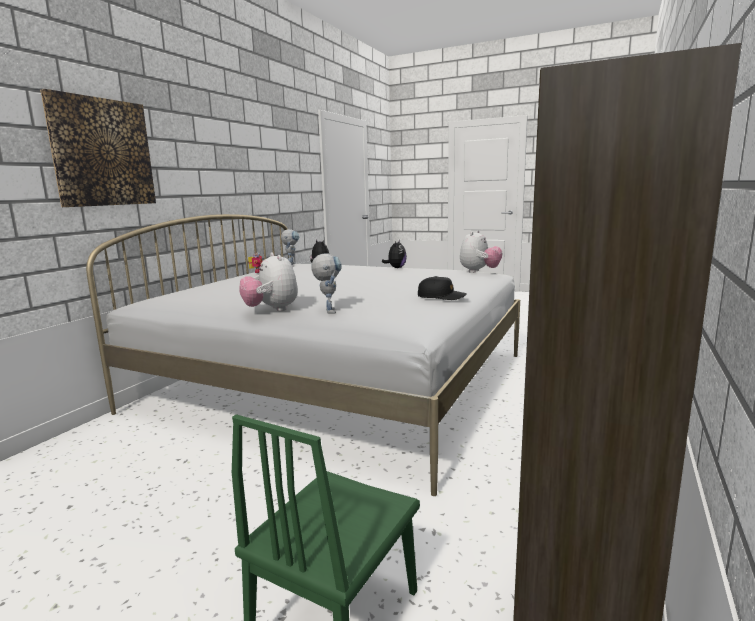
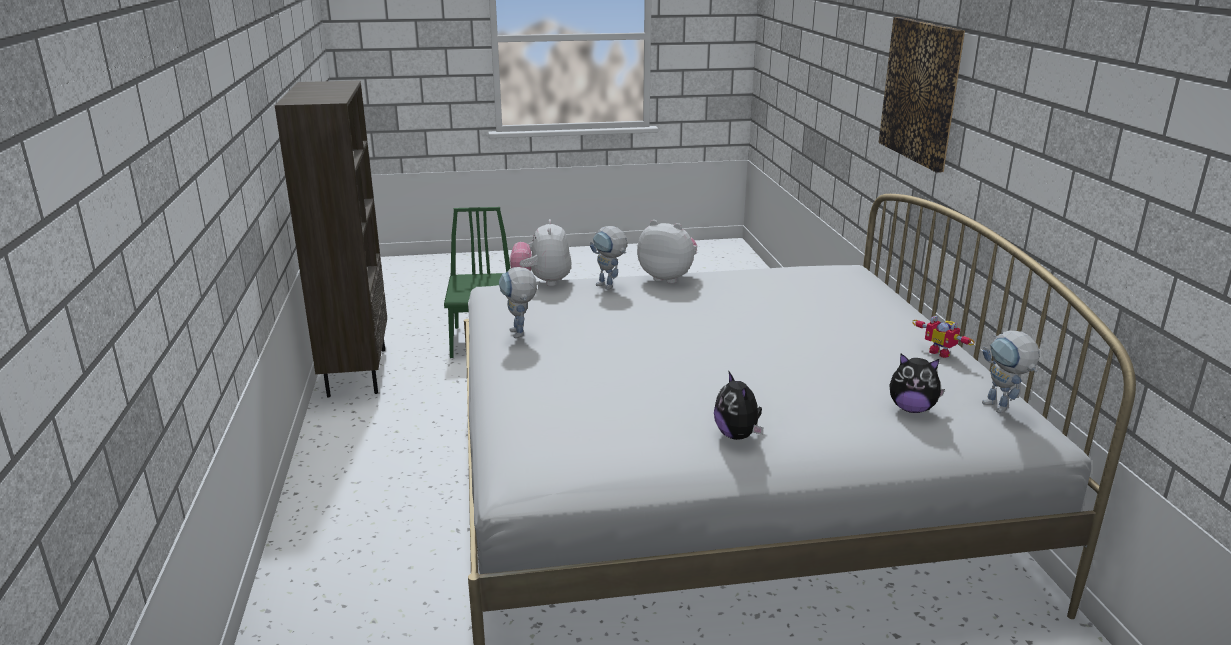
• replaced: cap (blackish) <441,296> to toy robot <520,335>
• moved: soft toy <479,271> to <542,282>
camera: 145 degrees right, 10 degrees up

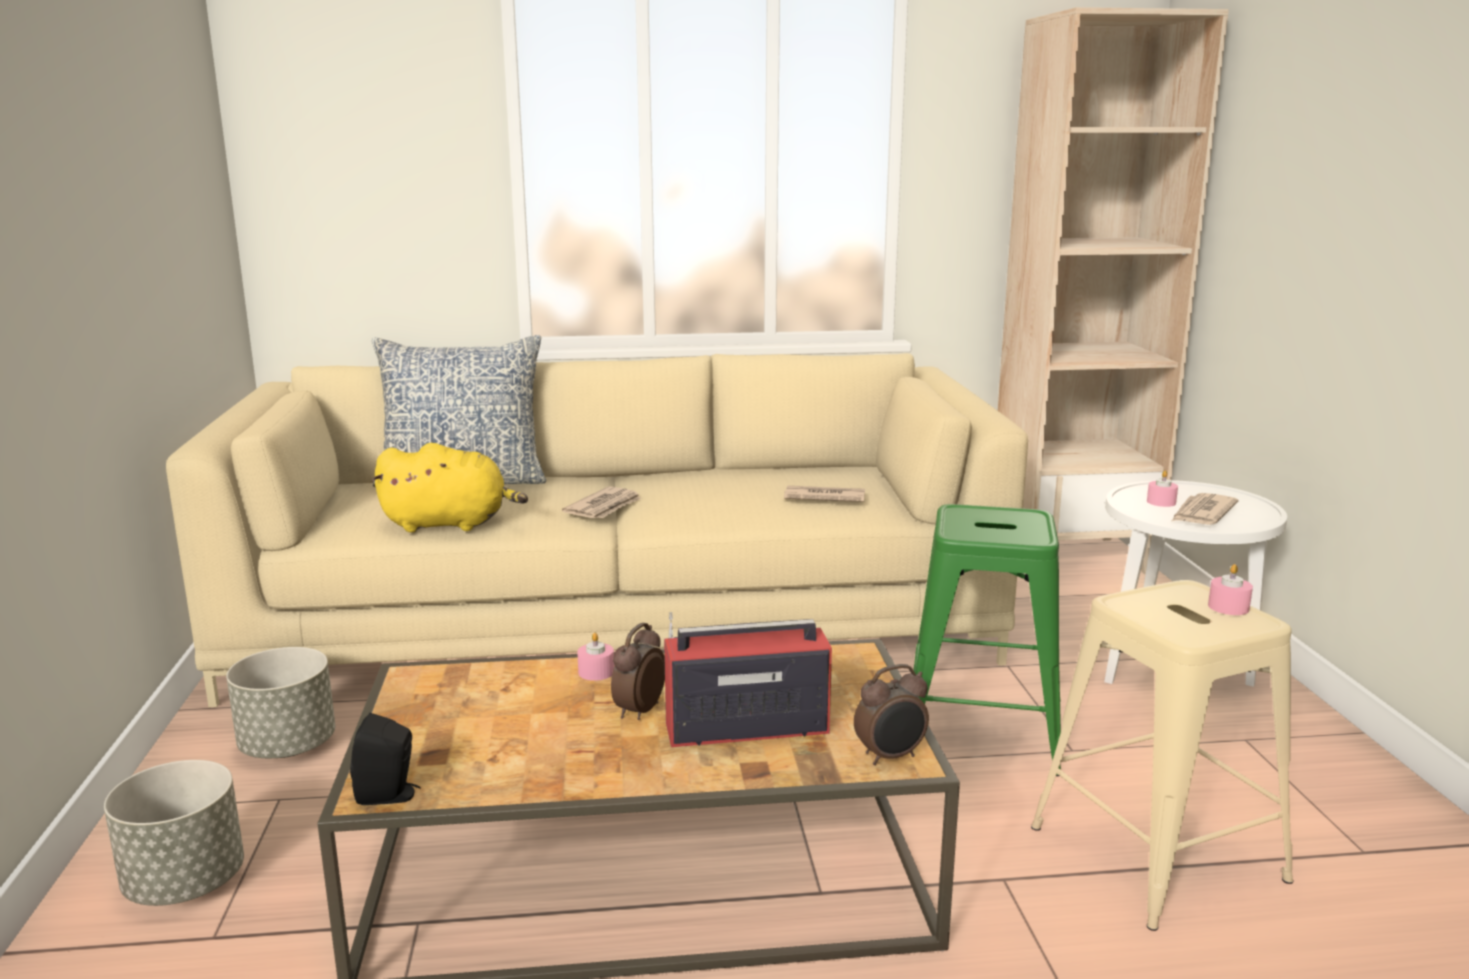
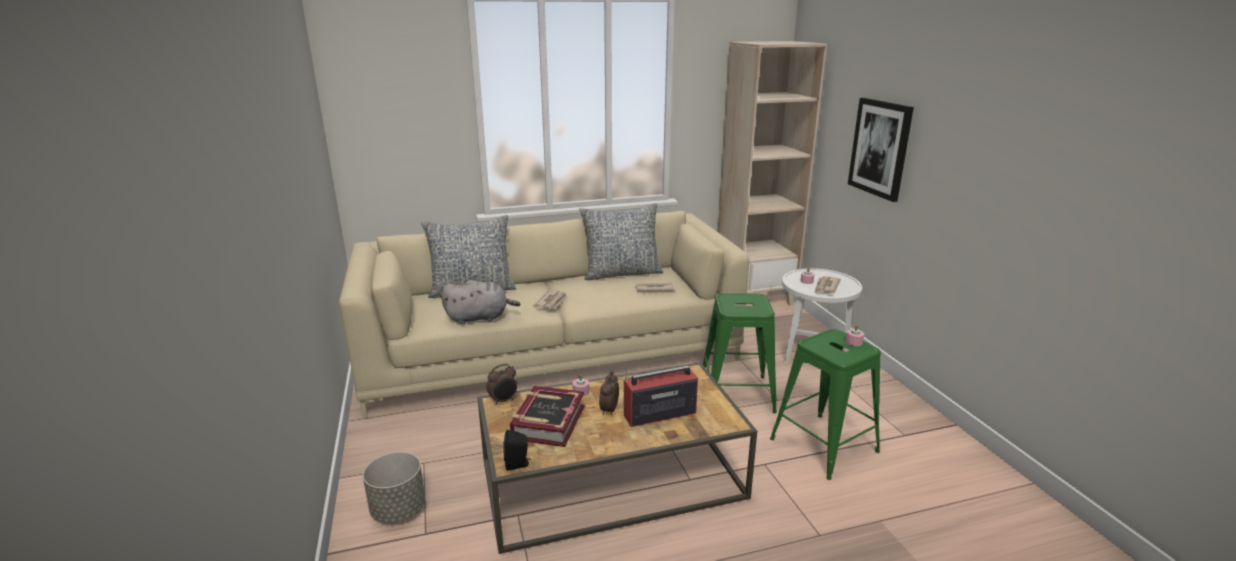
• removed: flower pot (greyish) <288,746>
• recoloured: soft toy (yellow) <450,524> to soft toy (greyish) <480,318>
• moved: bedside clock <891,757> to <503,400>
• recoloured: stool (beige-coloured) <1155,853> to stool (greenish) <823,445>
• added: book <548,422>
• added: pillow <621,273>
• added: picture <880,148>
camera: 10 degrees left, 5 degrees up

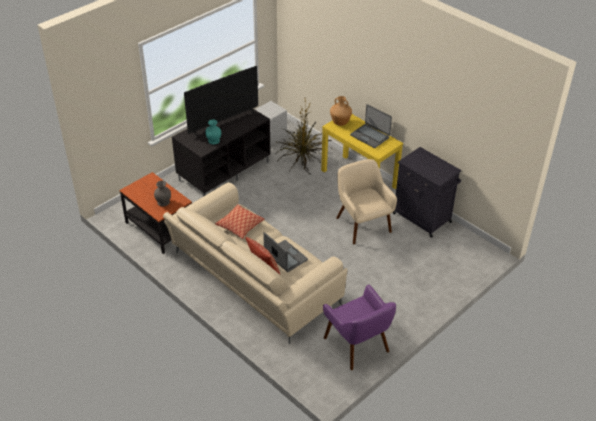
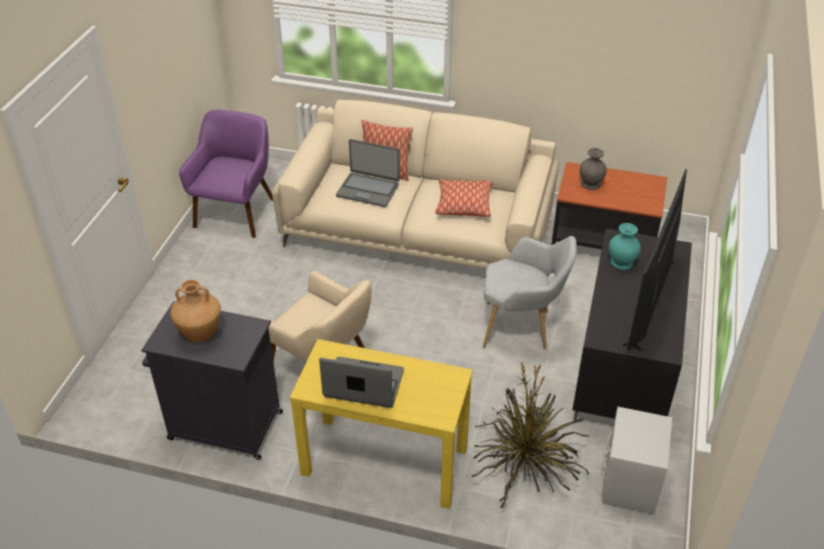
• turned: armchair (purple) <357,345> = <236,212> 75 degrees clockwise
• moved: flower vase (brown-coloured) <340,123> to <200,334>
• added: armchair (greyish) <521,328>
camera: 150 degrees right, 0 degrees up

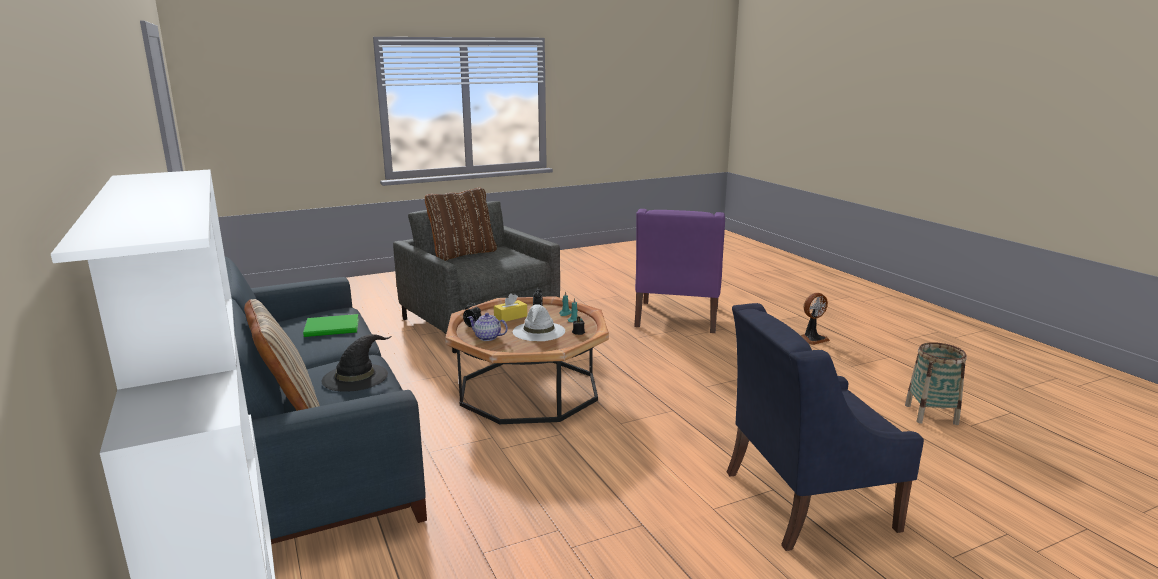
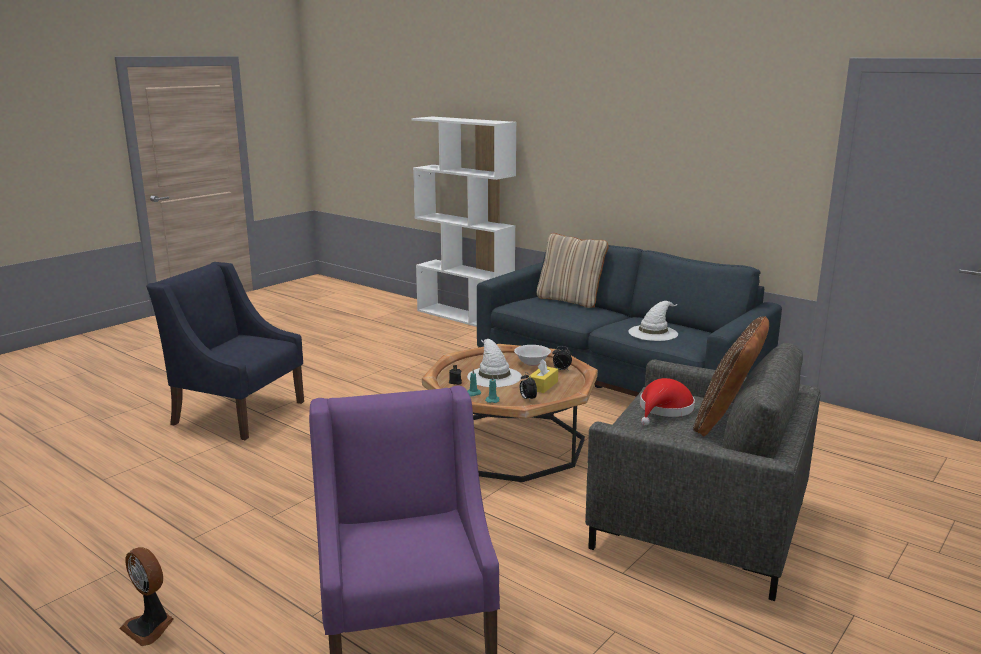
• replaced: book (greenish) <333,328> to clothing hat (white) <653,332>
• removed: clothing hat (blackish) <356,377>
• replaced: teapot <487,337> to serving bowl (white) <532,363>
• turned: armchair (blue) <806,500> = <238,412> 120 degrees counterclockwise
• turned: cooling fan <812,339> = <150,626> 90 degrees counterclockwise
• removed: storage basket <931,414>
• added: clothing hat (reddish) <664,409>
camera: 155 degrees right, 0 degrees up

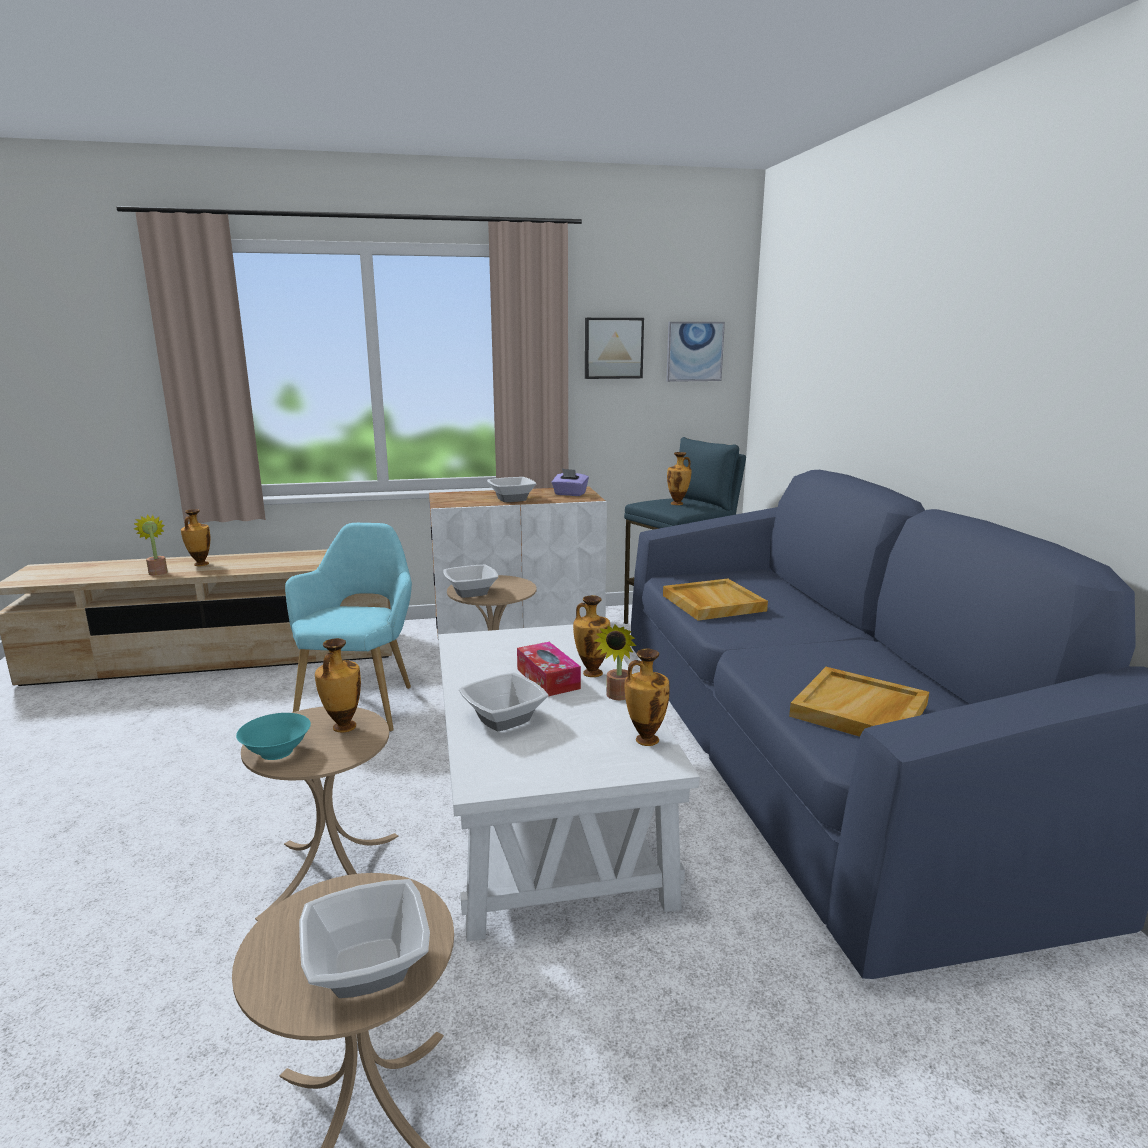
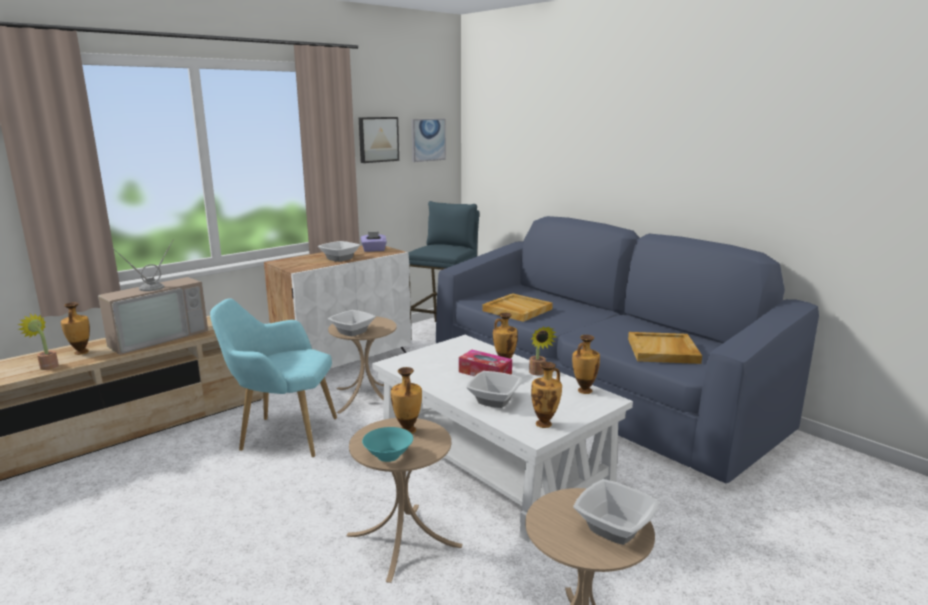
• turned: armchair (turquoise) <362,702> = <282,435> 60 degrees counterclockwise
• moved: flower vase <678,504> to <545,424>
• added: television <157,337>
camera: 30 degrees left, 0 degrees up

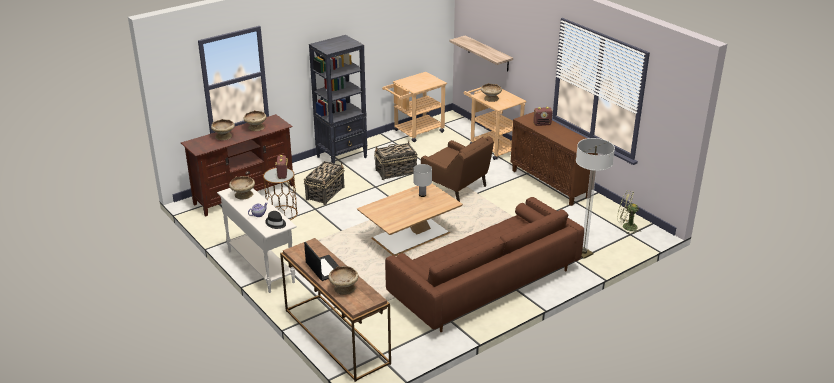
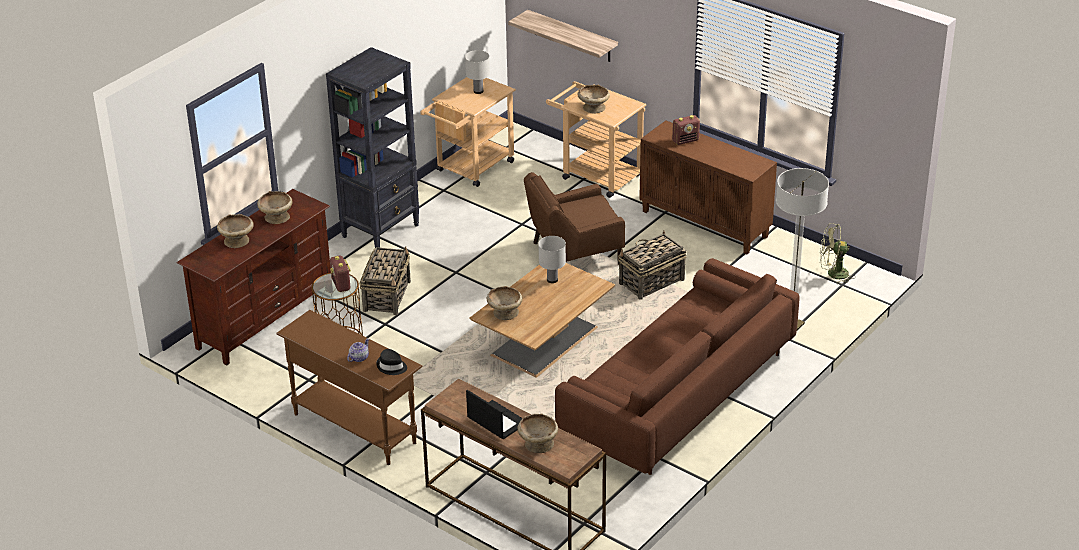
• recoloured: console table (white) <261,266> to console table (brown-coloured) <354,428>
• moved: serving bowl (beige-coloured) <243,195> to <504,313>
• moved: storage basket <395,172> to <651,282>
• turned: armchair (brown-coloured) <456,188> = <574,254> 135 degrees clockwise
• added: tabletop lamp (white) <478,91>
camera: 15 degrees left, 5 degrees up

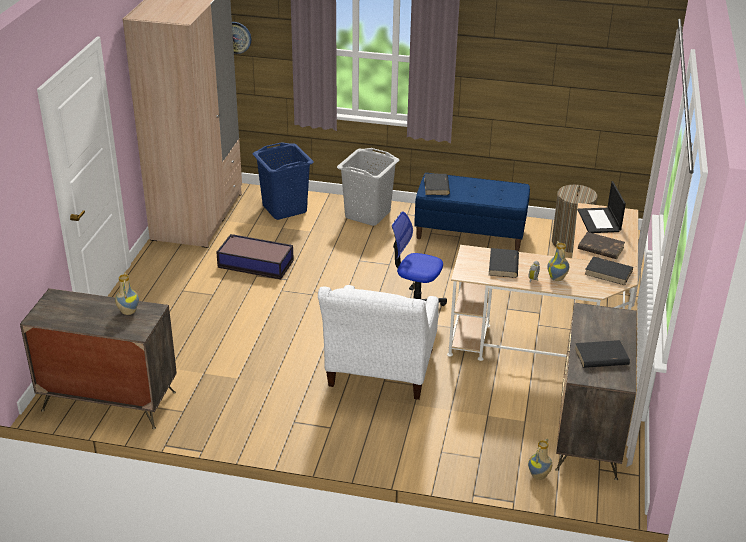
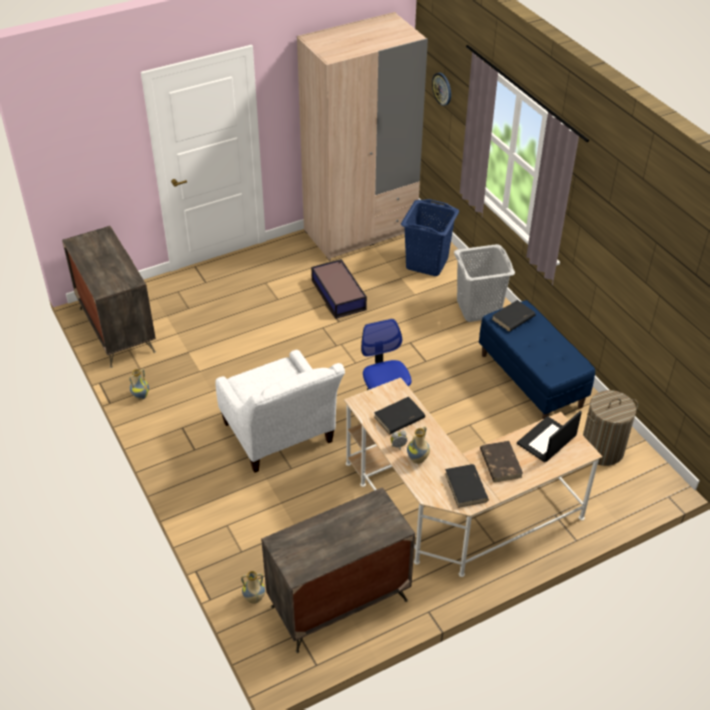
• moved: flower vase <128,311> to <140,396>
• turned: armchair (white) <379,374> = <281,438> 90 degrees counterclockwise
• removed: book (blackish) <600,357>
camera: 50 degrees right, 10 degrees up

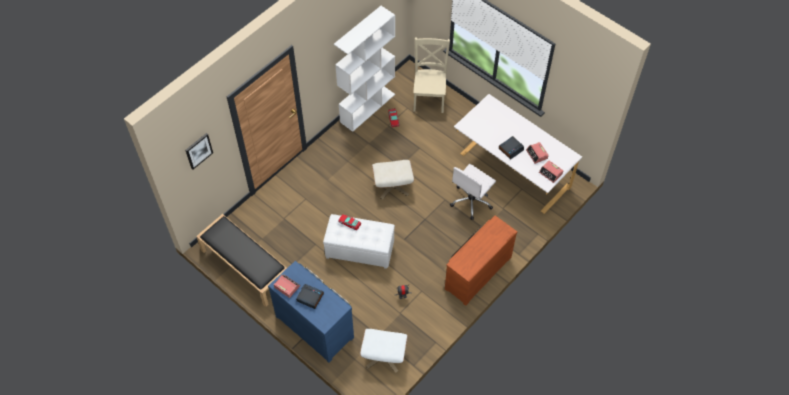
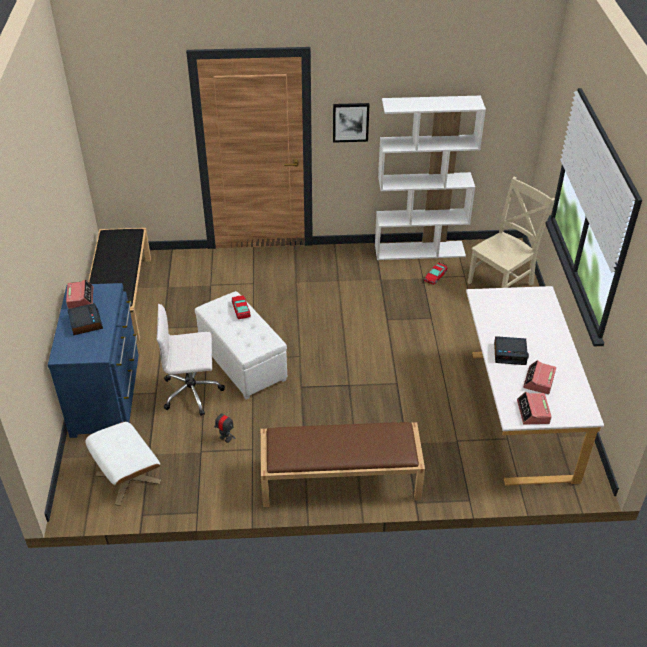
• moved: picture <198,150> to <350,122>
• removed: ottoman (beige-coloured) <392,186>
• replaced: dresser (brown-coloured) <476,272> to indoor bench (brown-coloured) <339,480>
• moved: desk chair (white) <471,201> to <193,392>
camera: 45 degrees right, 15 degrees down

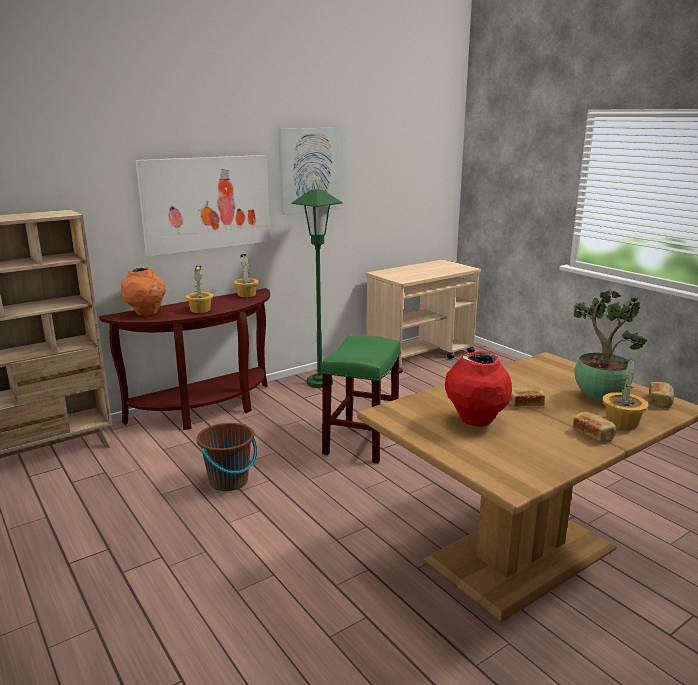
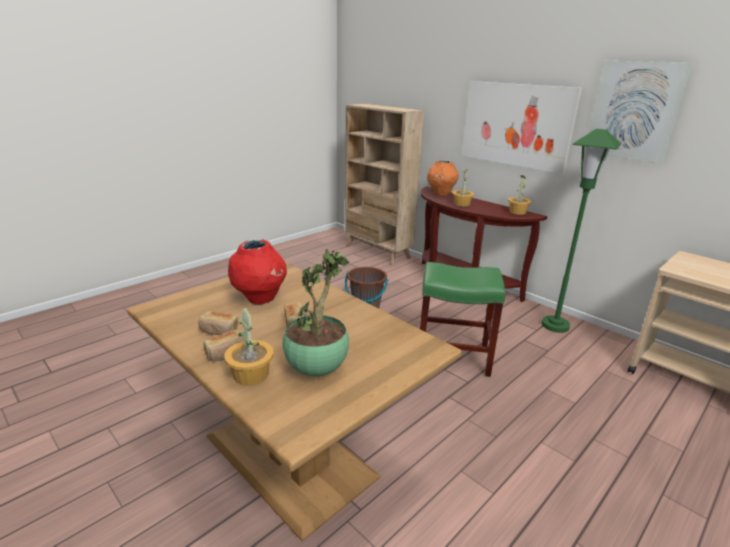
• moved: baked bread <660,402> to <219,330>
camera: 80 degrees right, 5 degrees up

